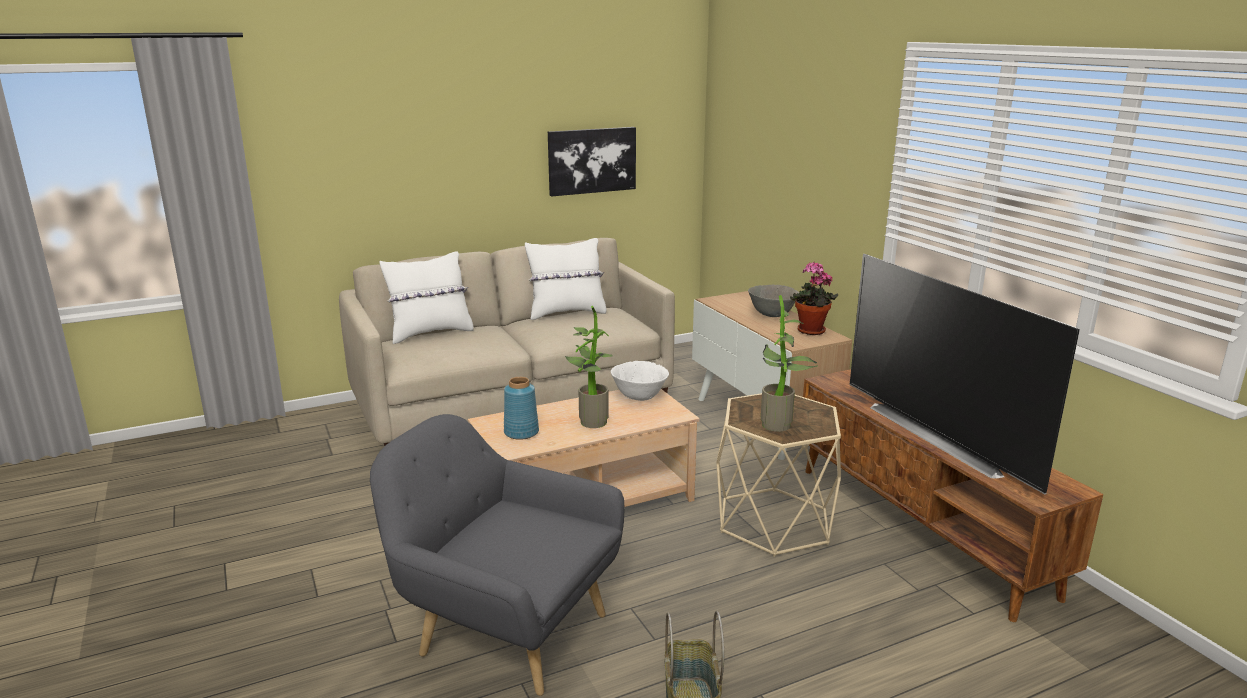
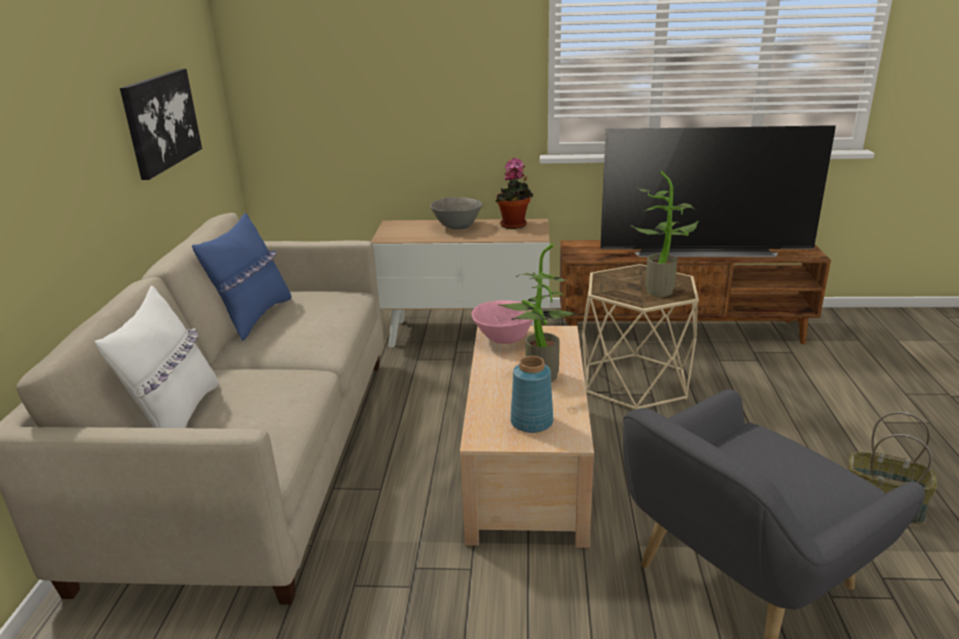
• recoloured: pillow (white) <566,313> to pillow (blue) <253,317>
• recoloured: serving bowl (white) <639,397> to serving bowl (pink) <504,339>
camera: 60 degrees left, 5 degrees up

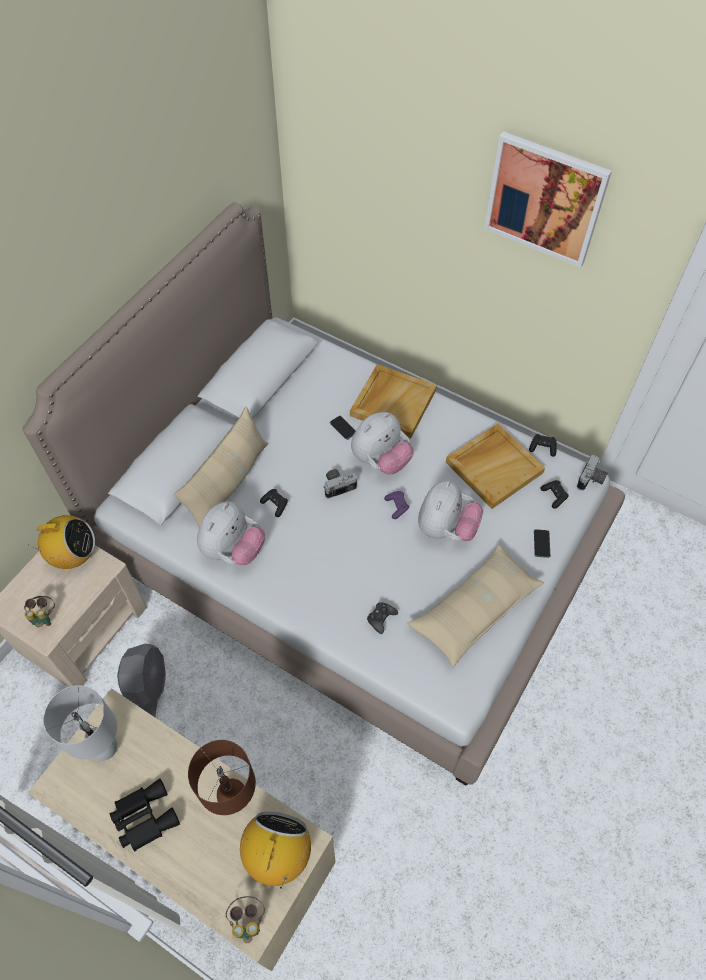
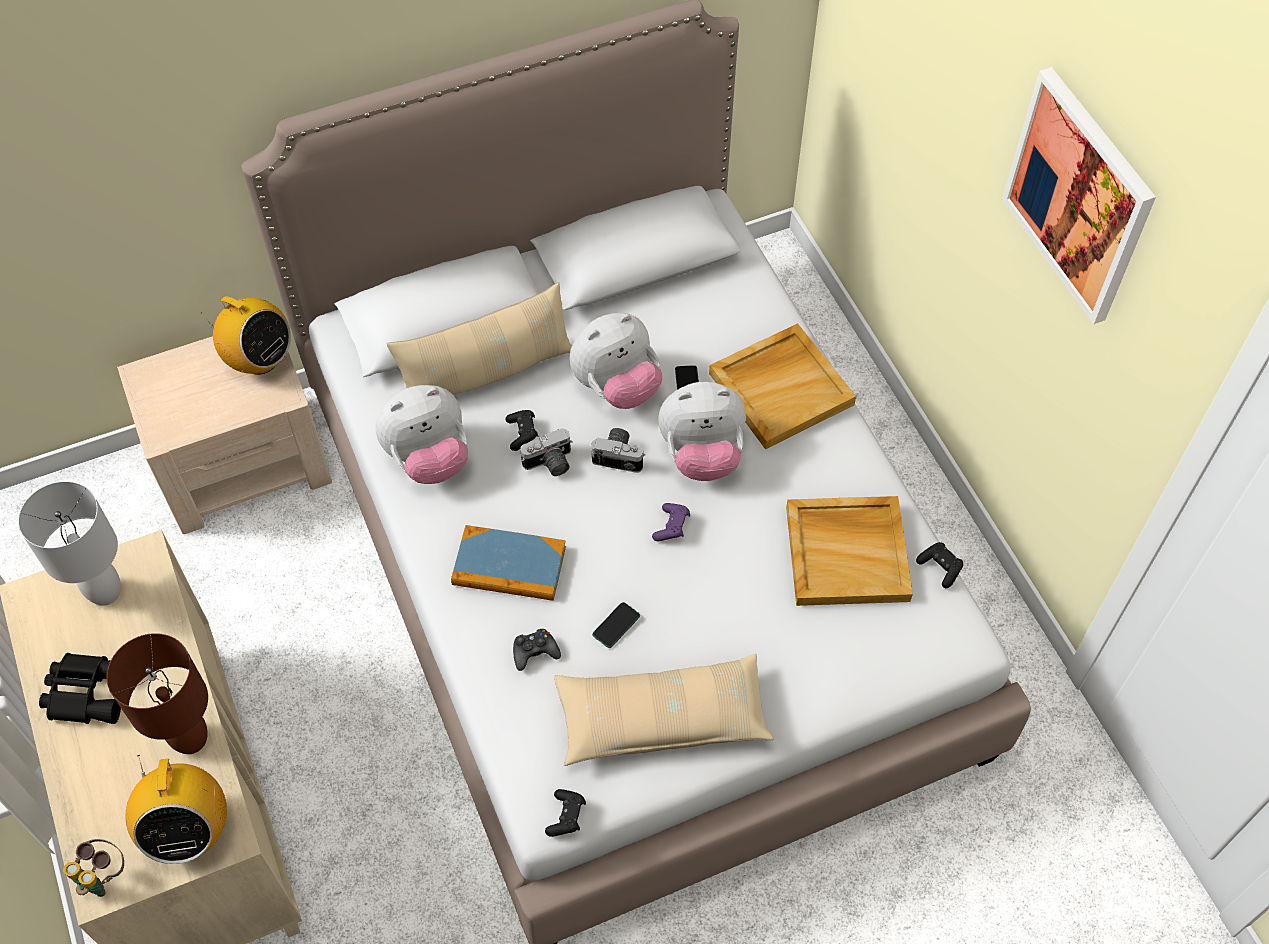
• removed: binoculars <44,617>
• removed: cooling fan (greyish) <148,687>
• turned: radio <278,854> = <189,830> 120 degrees clockwise
• moved: soft toy <446,528> to <617,386>
• moved: telephone <541,544> to <616,625>
• moved: joypad (blackish) <554,496> to <566,816>
• moved: still camera <591,480> to <550,464>
• added: book <509,566>
camera: 35 degrees right, 0 degrees up

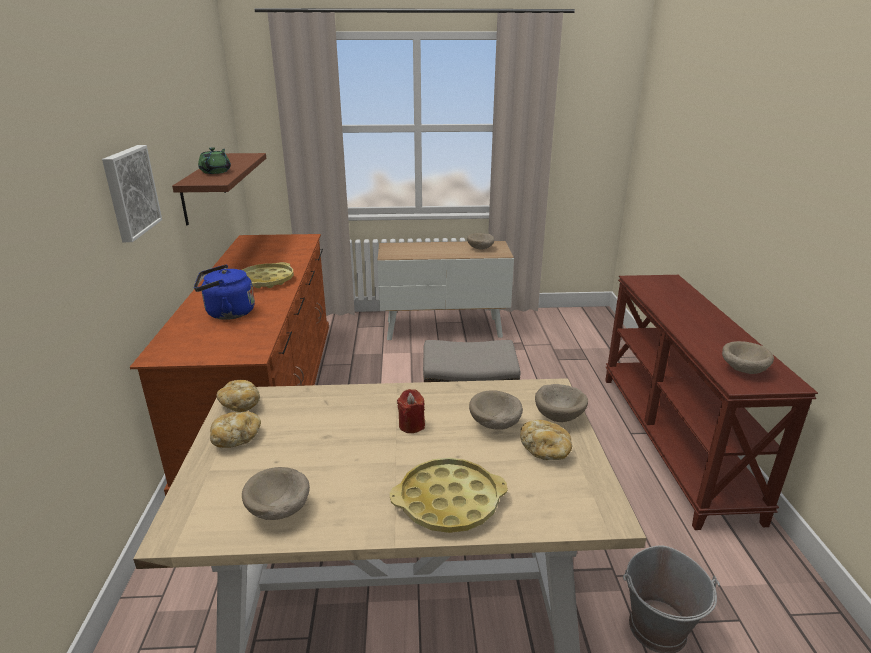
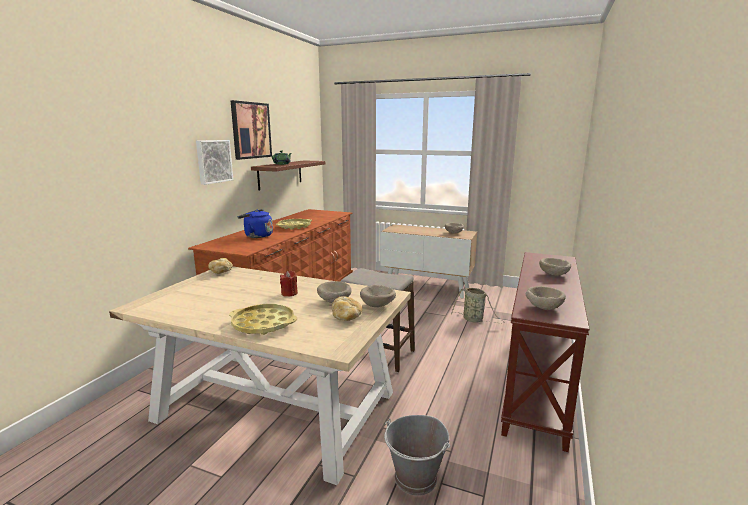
• removed: baked bread <236,438>
• moved: serving bowl (beige-coloured) <279,511> to <553,275>
• added: picture <251,130>
• added: storage basket <474,320>
camera: 25 degrees right, 10 degrees down

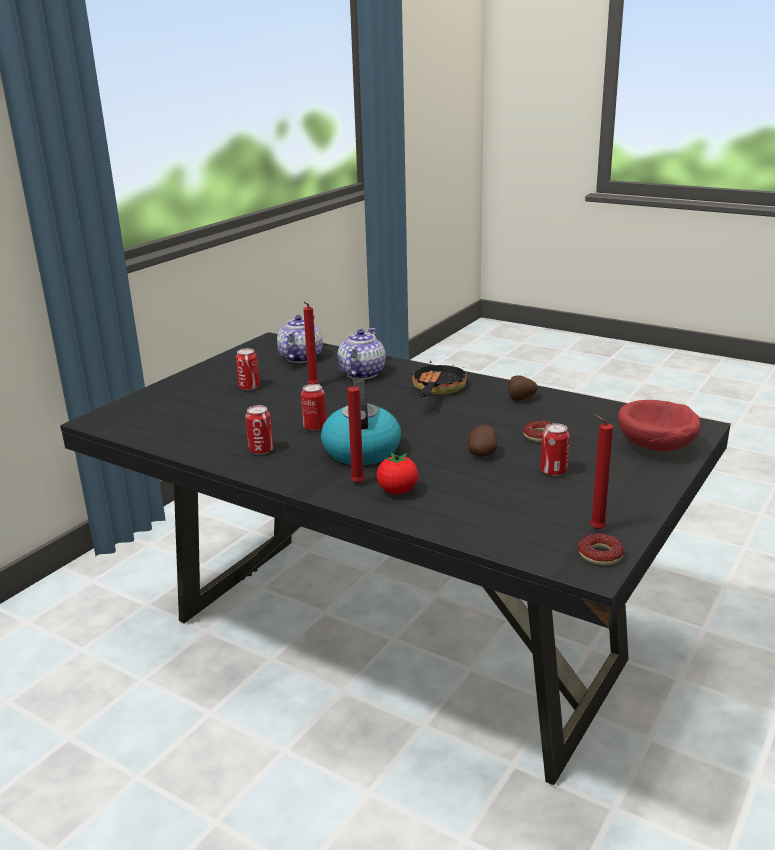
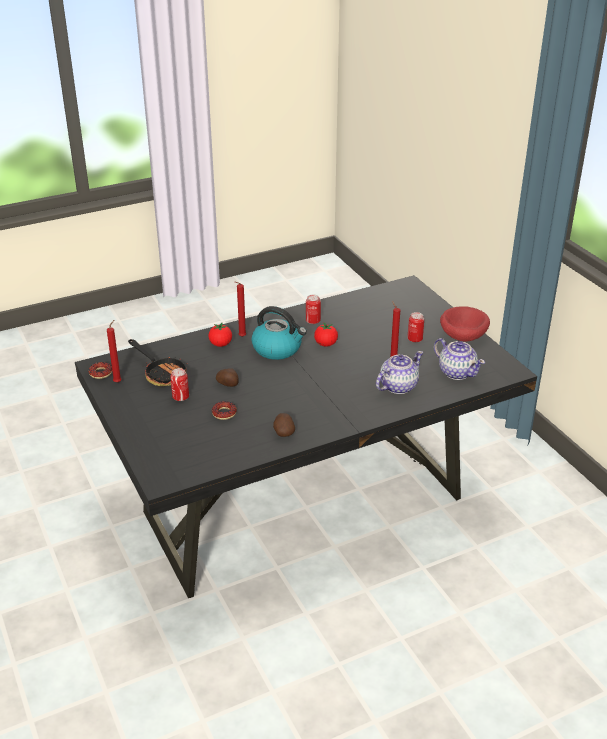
• replaced: metal can <315,427> to whole tomato <325,344>
• turned: teapot <361,374> = <397,386> 90 degrees counterclockwise
• moved: pan <437,389> to <162,373>
• moved: serving bowl (reddish) <656,448> to <462,336>
camera: 120 degrees right, 10 degrees up

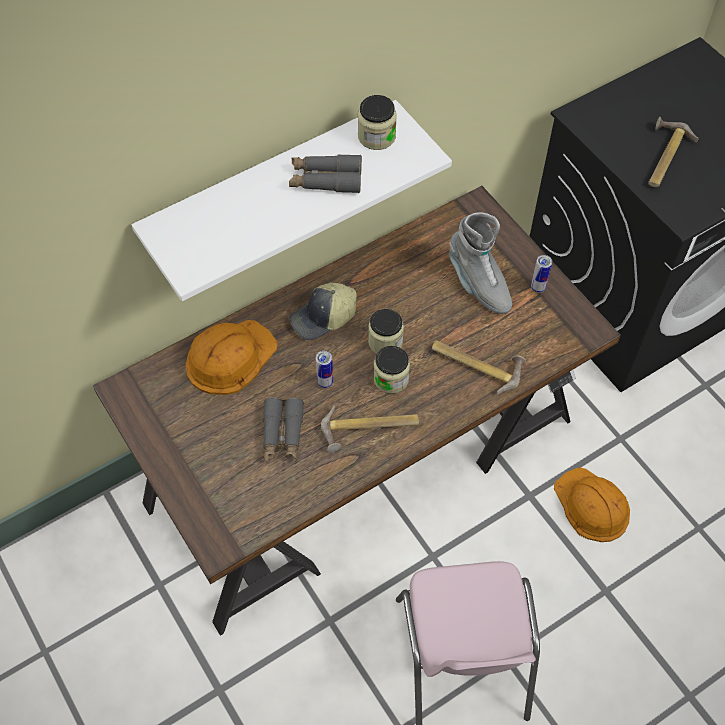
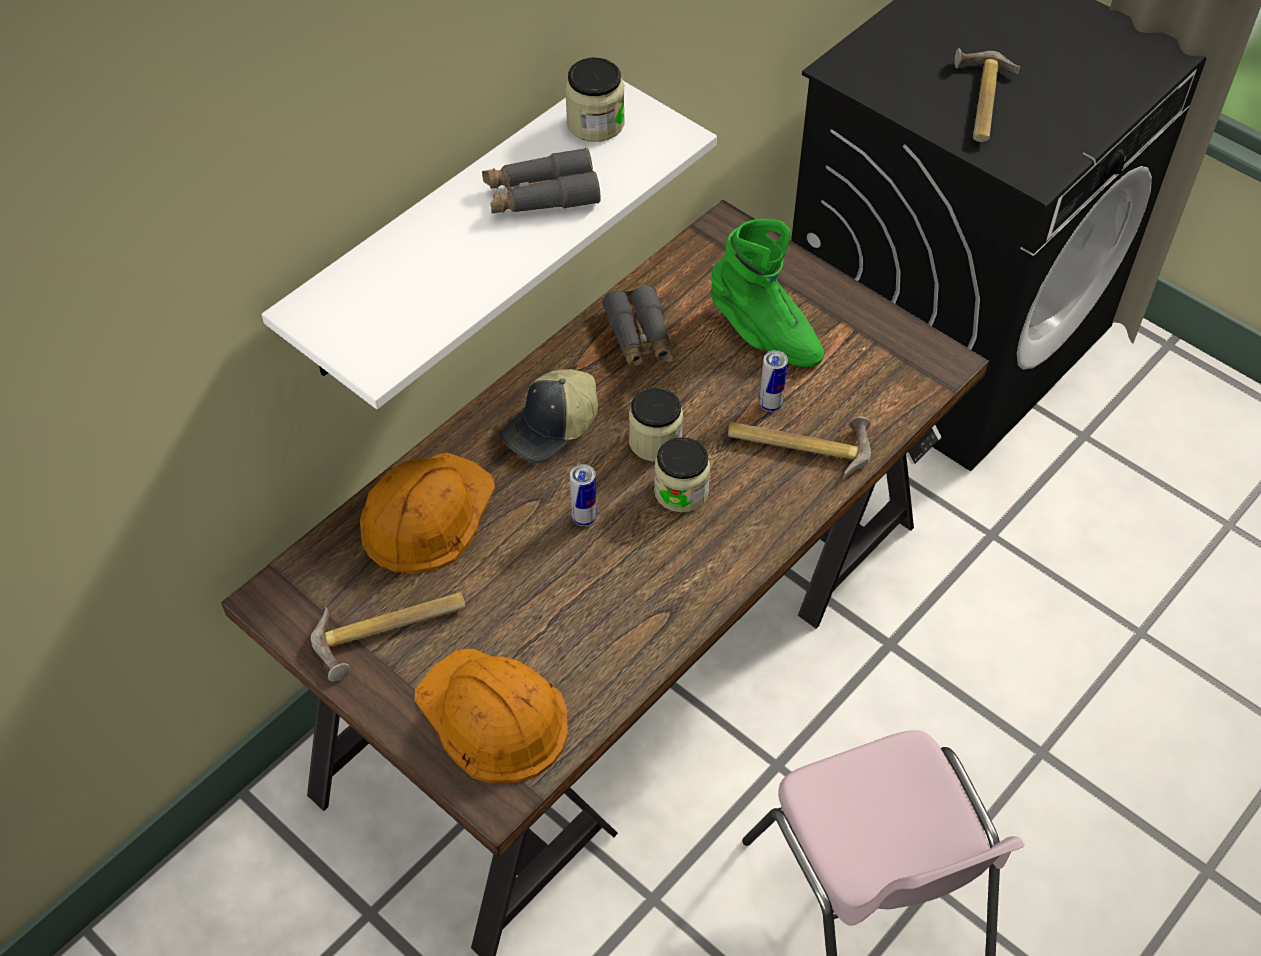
• moved: binoculars (greyish) <282,434> to <639,337>
• moved: hammer <369,430> to <391,633>
• recoloured: tall boot (greyish) <478,284> to tall boot (greenish) <764,334>
• moved: metal can <538,288> to <770,404>
• moved: hard hat (orangey) <592,506> to <493,716>
camera: 15 degrees left, 5 degrees down

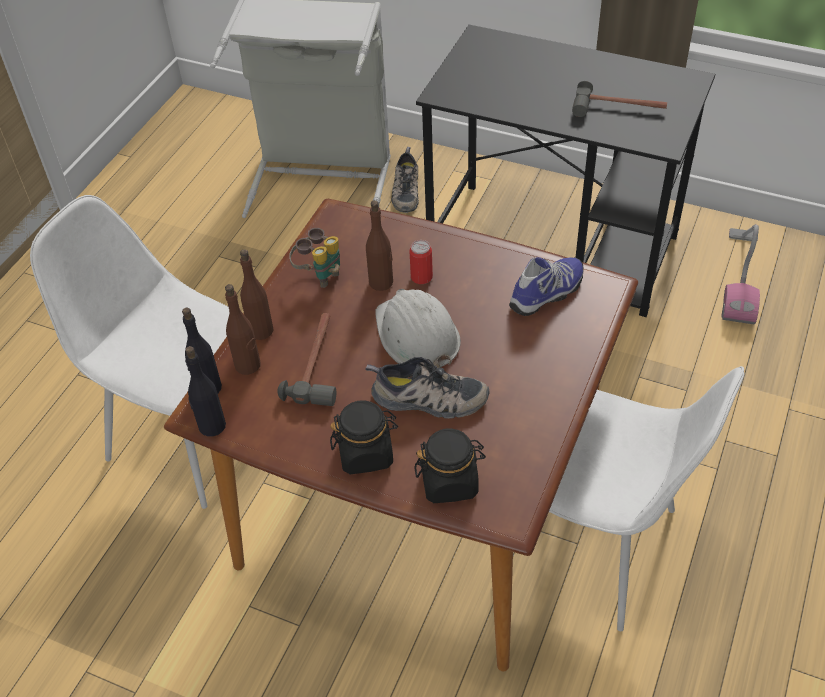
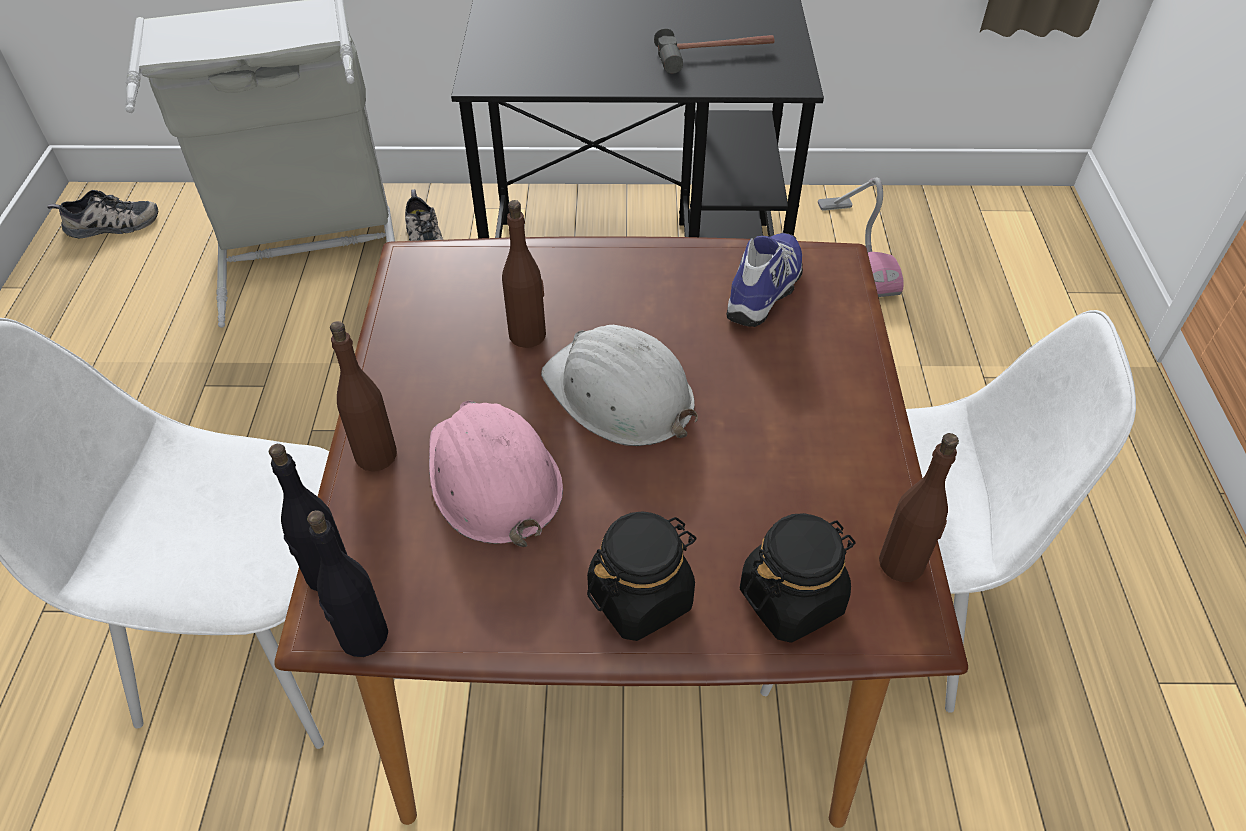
• moved: bottle (brown-coloured) <248,365> to <902,563>
• replaced: hammer <318,363> to hard hat (pink) <492,478>
• removed: binoculars <319,274>
• moved: item of footwear <428,400> to <111,226>
• removed: metal can <421,277>
camera: 25 degrees left, 0 degrees up

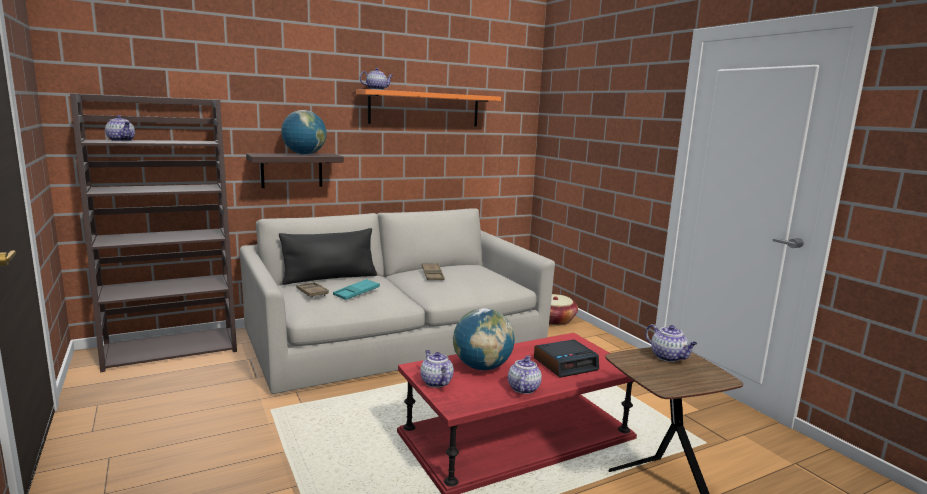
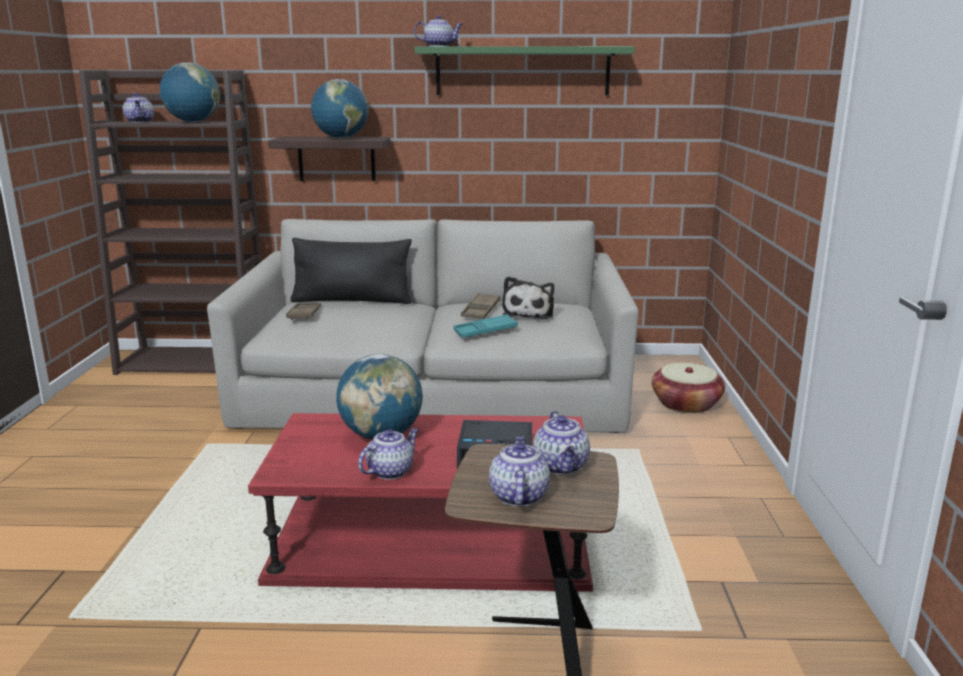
• moved: tray (turquoise) <356,293> to <485,331>
• recoloured: bracket shelf (orangey) <425,109> to bracket shelf (greenish) <522,71>
• moved: teapot <435,382> to <518,495>
• added: world globe <193,122>
• added: soft toy <528,314>
camera: 30 degrees right, 5 degrees up

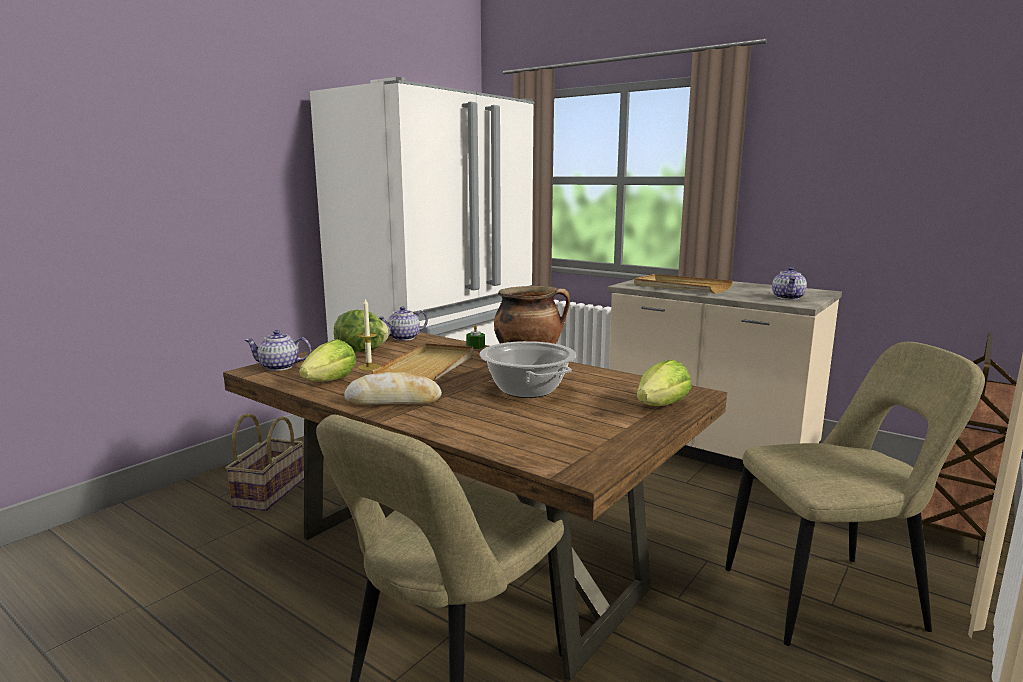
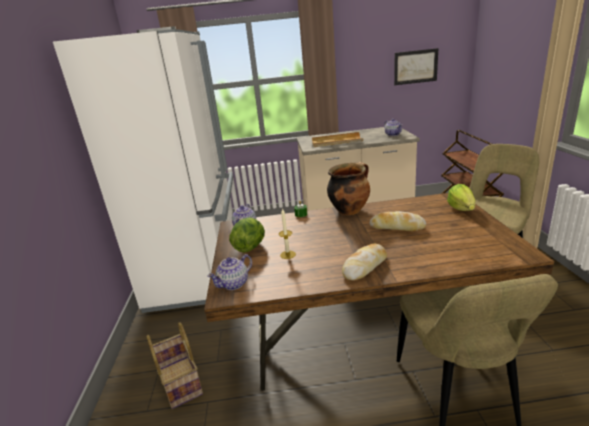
• removed: lettuce <330,381>
• removed: tray (beige-coloured) <428,368>
• replaced: cooking pot <527,389> to baked bread <397,227>
• added: picture <415,67>
camera: 40 degrees left, 10 degrees up

